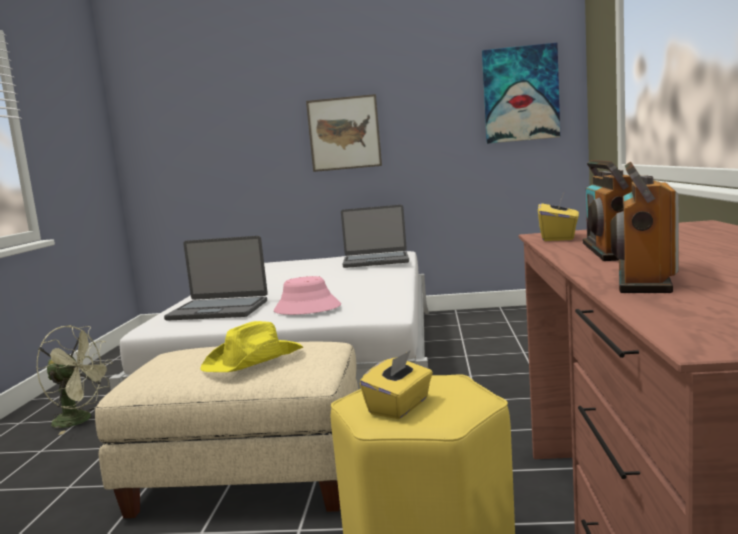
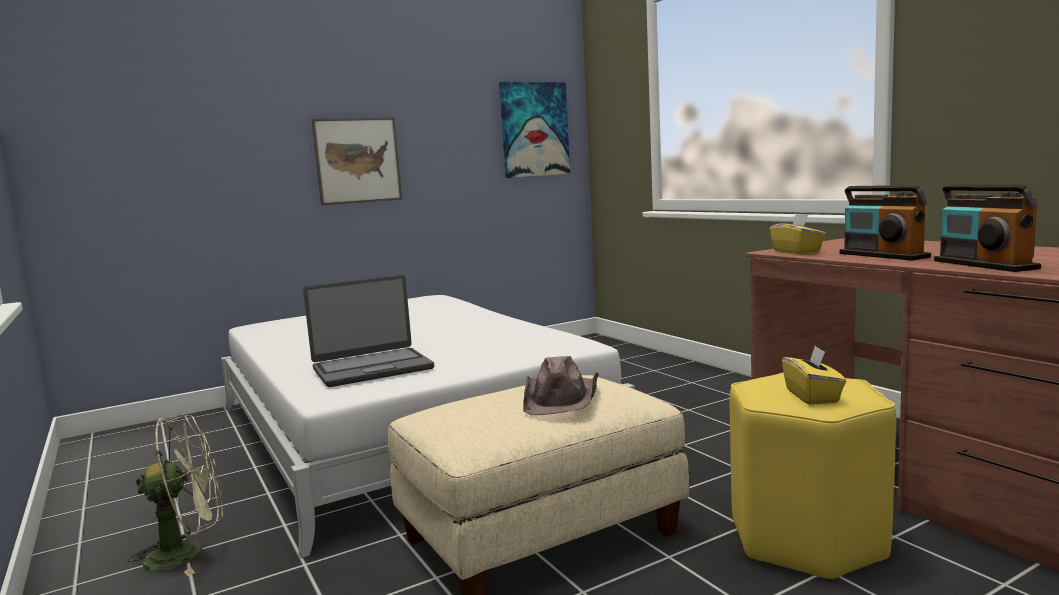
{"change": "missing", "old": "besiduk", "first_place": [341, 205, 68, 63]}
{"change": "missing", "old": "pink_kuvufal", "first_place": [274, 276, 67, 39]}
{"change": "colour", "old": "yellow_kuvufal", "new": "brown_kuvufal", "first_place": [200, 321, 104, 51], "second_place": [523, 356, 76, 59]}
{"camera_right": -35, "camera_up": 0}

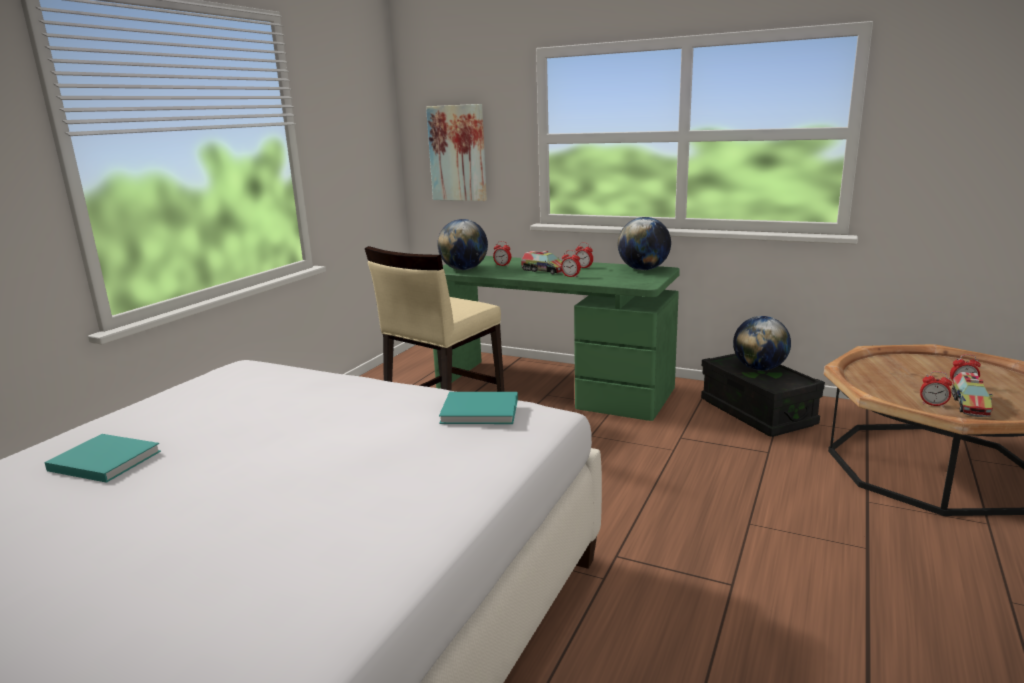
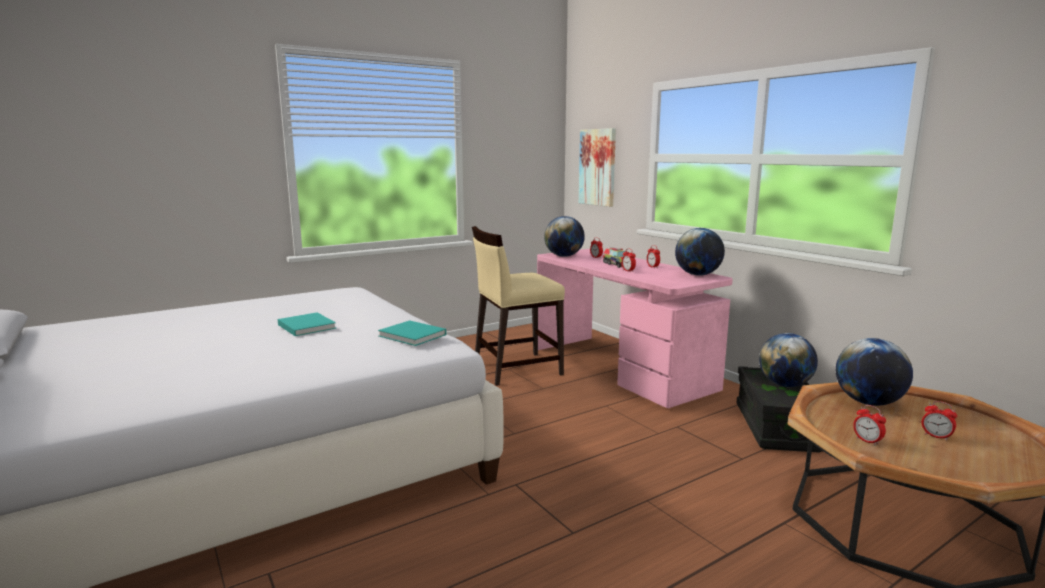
{"change": "colour", "old": "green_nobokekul", "new": "pink_nobokekul", "first_place": [433, 256, 247, 165], "second_place": [537, 249, 196, 159]}
{"change": "missing", "old": "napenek", "first_place": [952, 372, 41, 45]}
{"change": "relocated", "old": "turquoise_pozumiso", "first_place": [44, 434, 117, 49], "second_place": [278, 313, 58, 23]}
{"change": "appeared", "new": "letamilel", "second_place": [836, 338, 77, 68]}
{"camera_right": 30, "camera_up": -5}

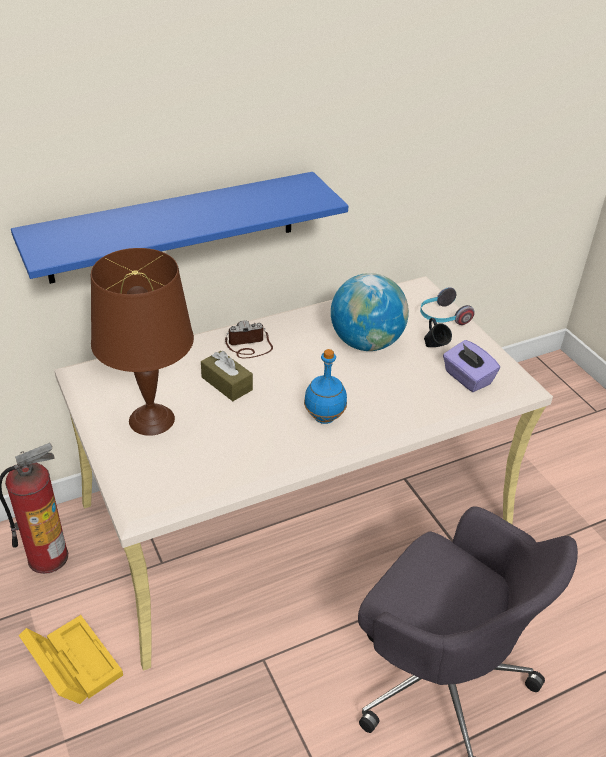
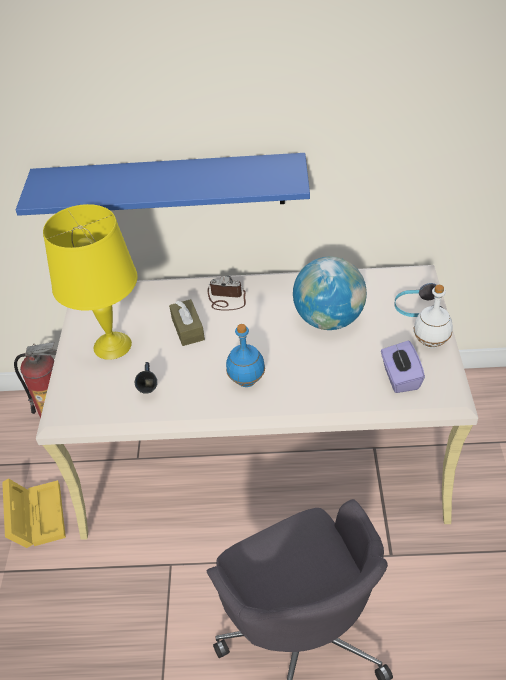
{"change": "colour", "old": "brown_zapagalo", "new": "yellow_zapagalo", "first_place": [91, 248, 103, 188], "second_place": [43, 204, 94, 156]}
{"change": "relocated", "old": "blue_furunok", "first_place": [424, 318, 28, 29], "second_place": [135, 362, 22, 32]}
{"change": "appeared", "new": "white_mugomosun", "second_place": [414, 285, 39, 63]}
{"camera_right": 30, "camera_up": 5}

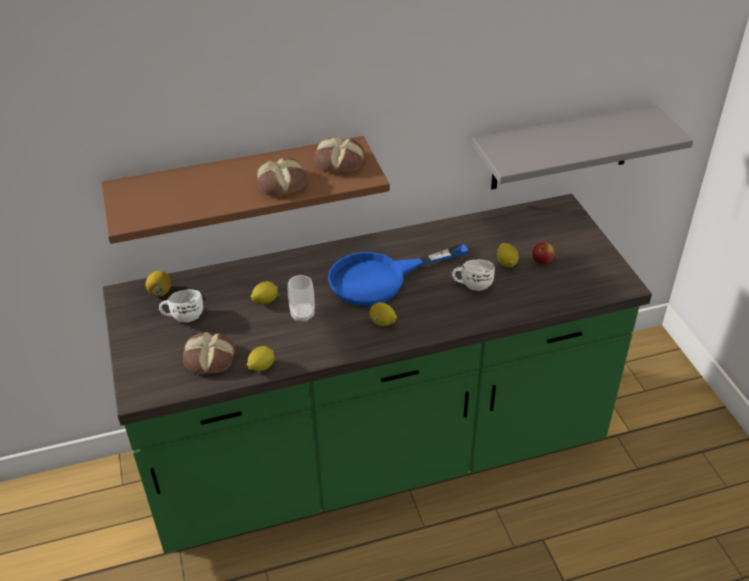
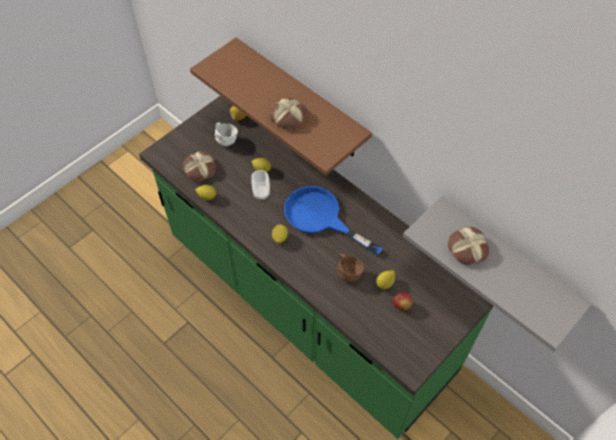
{"change": "relocated", "old": "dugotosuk", "first_place": [315, 136, 50, 36], "second_place": [448, 227, 41, 38]}
{"change": "colour", "old": "white_furunok", "new": "brown_furunok", "first_place": [452, 259, 43, 32], "second_place": [337, 253, 27, 30]}
{"camera_right": 60, "camera_up": 15}

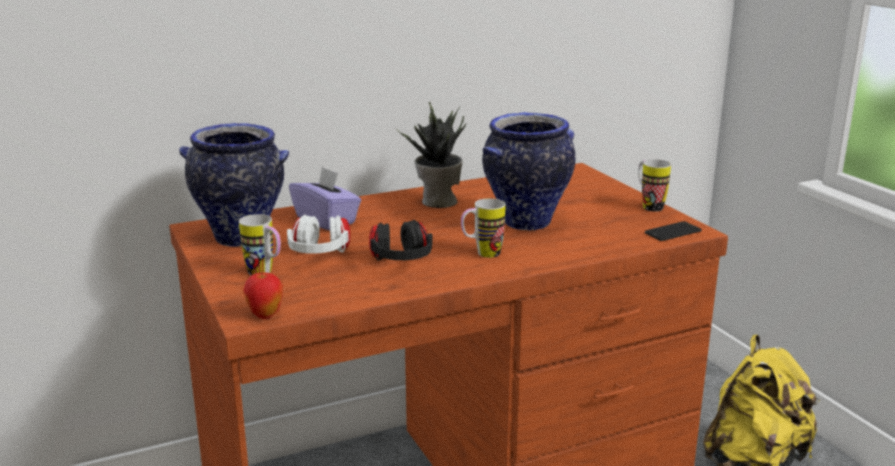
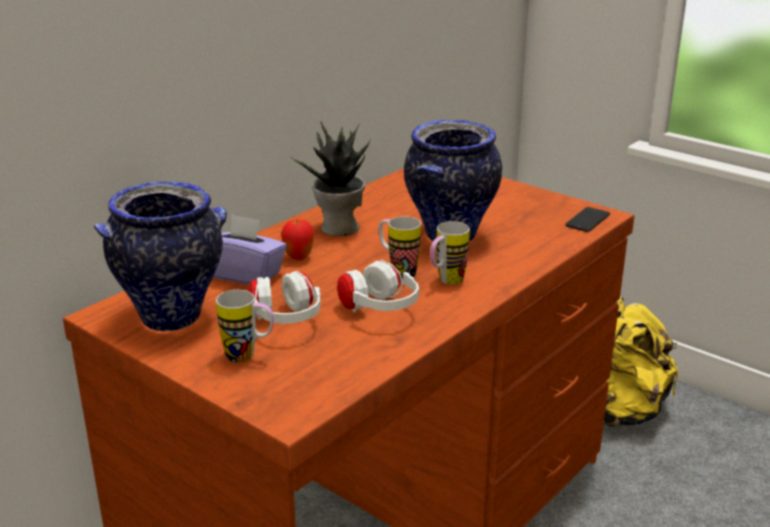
{"change": "relocated", "old": "furunok", "first_place": [638, 159, 33, 53], "second_place": [379, 216, 42, 63]}
{"change": "colour", "old": "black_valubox", "new": "white_valubox", "first_place": [369, 220, 64, 41], "second_place": [337, 260, 82, 52]}
{"change": "relocated", "old": "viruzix", "first_place": [243, 272, 40, 47], "second_place": [281, 219, 33, 41]}
{"camera_right": -25, "camera_up": 5}

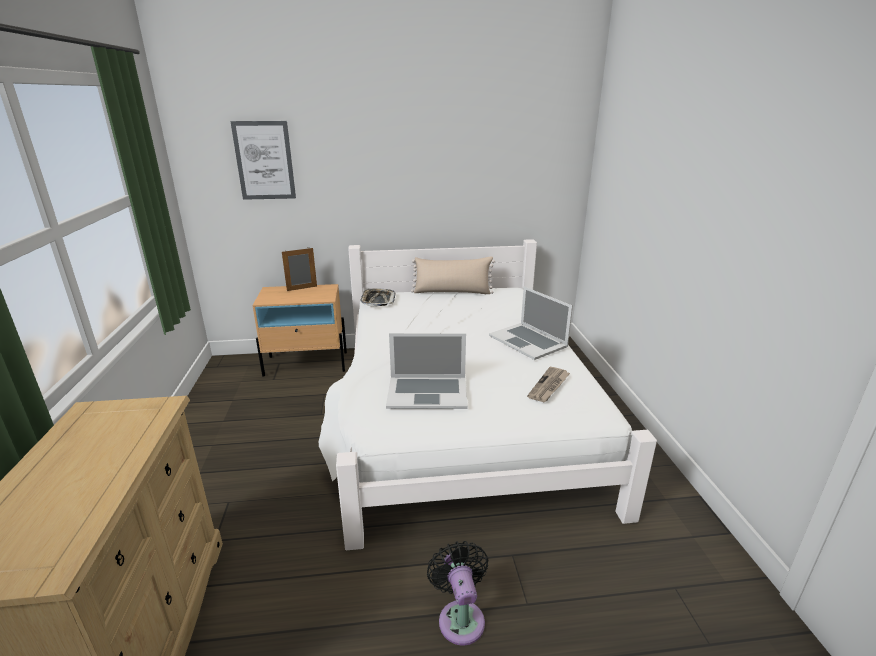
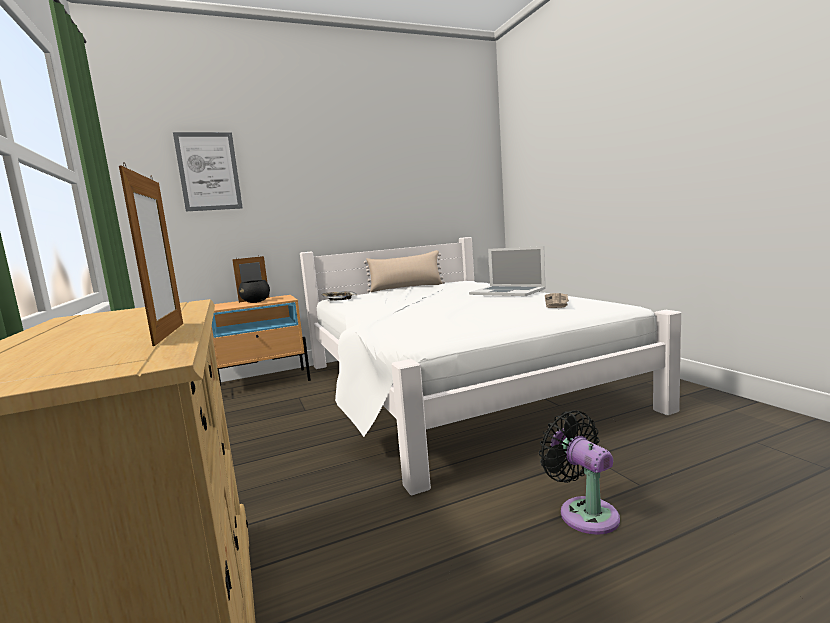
{"change": "missing", "old": "besiduk", "first_place": [386, 333, 82, 76]}
{"change": "appeared", "new": "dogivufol", "second_place": [119, 162, 64, 184]}
{"change": "appeared", "new": "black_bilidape", "second_place": [238, 280, 32, 23]}
{"camera_right": -15, "camera_up": -15}

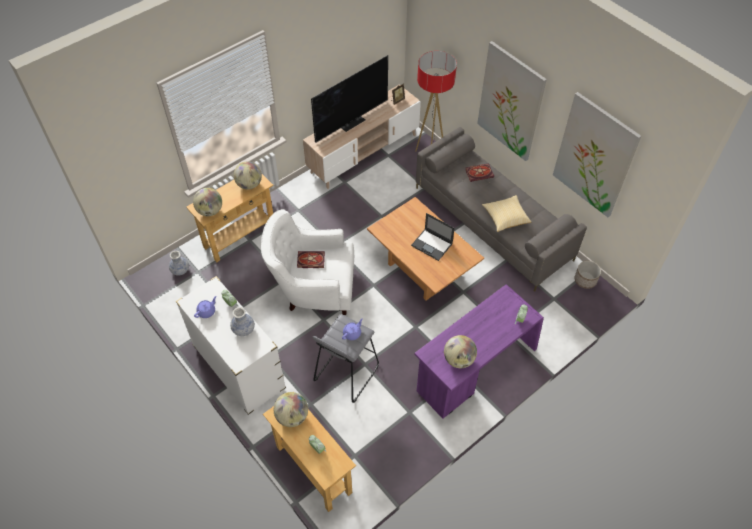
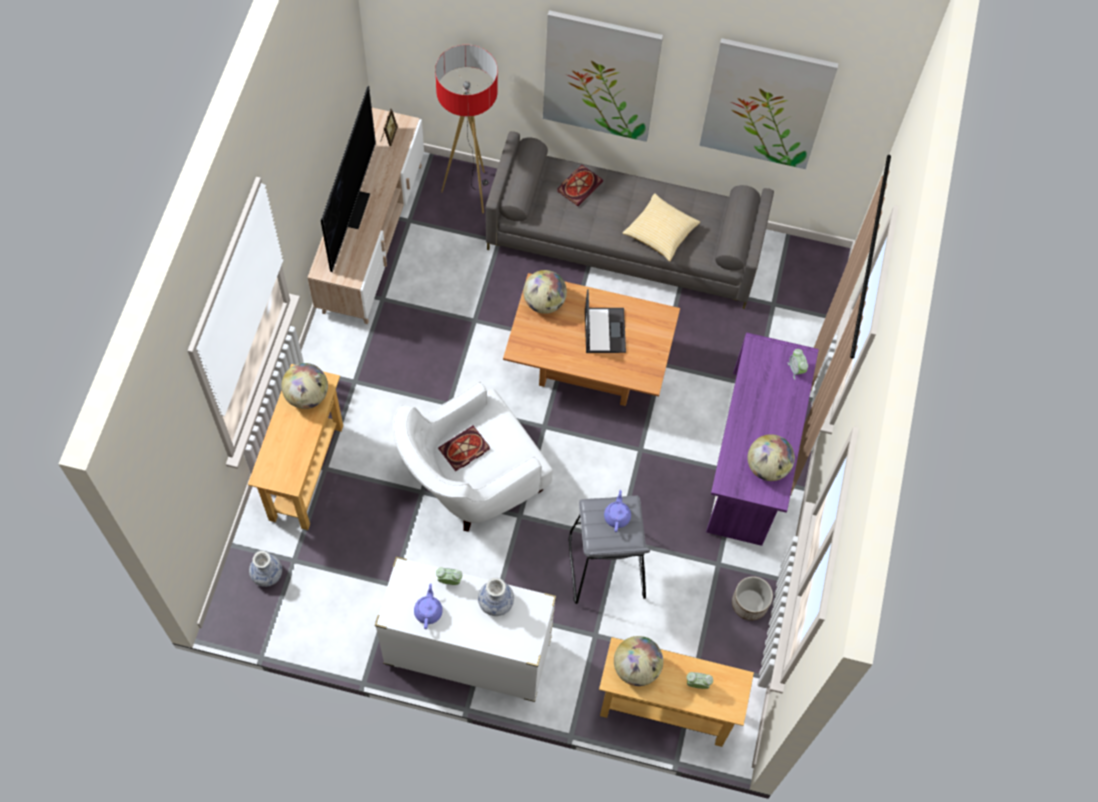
{"change": "relocated", "old": "letamilel", "first_place": [193, 188, 29, 28], "second_place": [523, 270, 44, 44]}
{"change": "spun", "old": "besiduk", "first_place": [411, 213, 44, 48], "second_place": [585, 289, 41, 64], "degrees": -90}
{"change": "relocated", "old": "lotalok", "first_place": [575, 261, 26, 28], "second_place": [732, 576, 41, 45]}
{"camera_right": -40, "camera_up": 10}

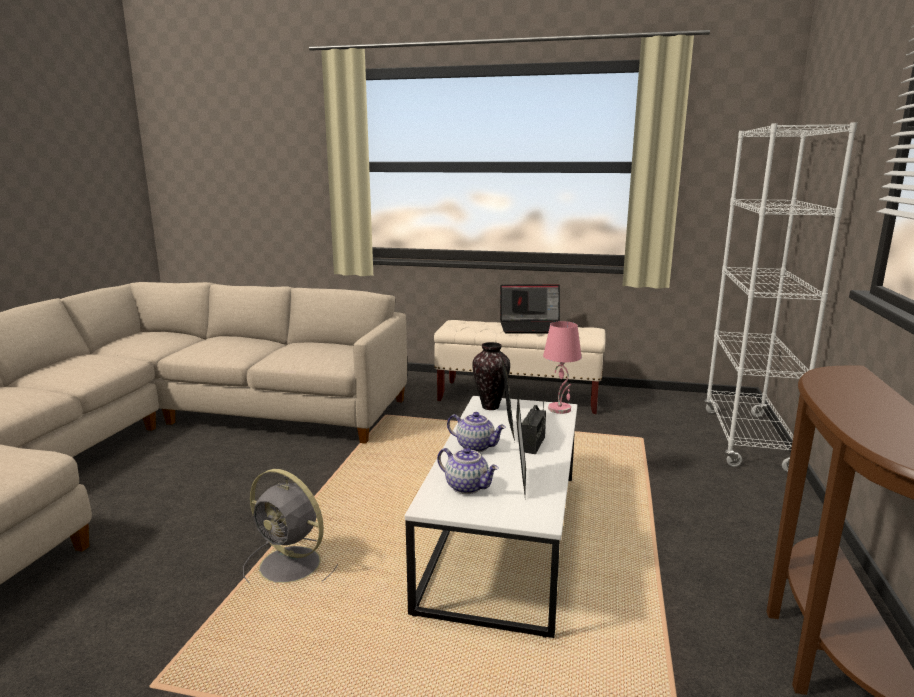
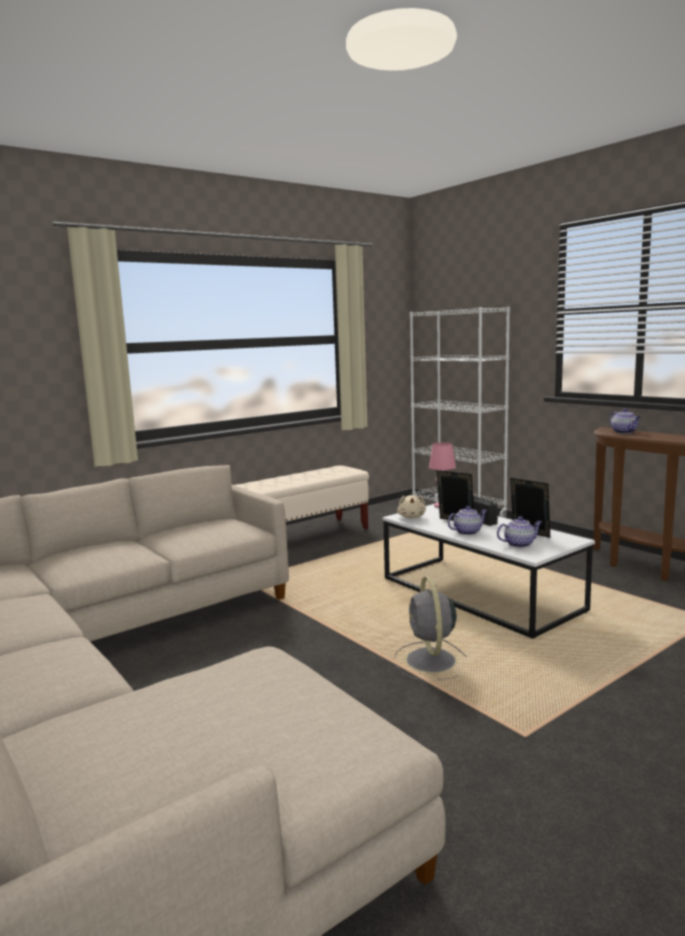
{"change": "missing", "old": "besiduk", "first_place": [500, 284, 60, 50]}
{"change": "exchanged", "old": "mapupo", "new": "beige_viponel", "first_place": [472, 342, 38, 68], "second_place": [397, 495, 29, 24]}
{"change": "spun", "old": "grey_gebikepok", "first_place": [243, 469, 95, 115], "second_place": [395, 576, 72, 105], "degrees": 105}
{"change": "appeared", "new": "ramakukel", "second_place": [610, 408, 31, 26]}
{"camera_right": -50, "camera_up": -5}

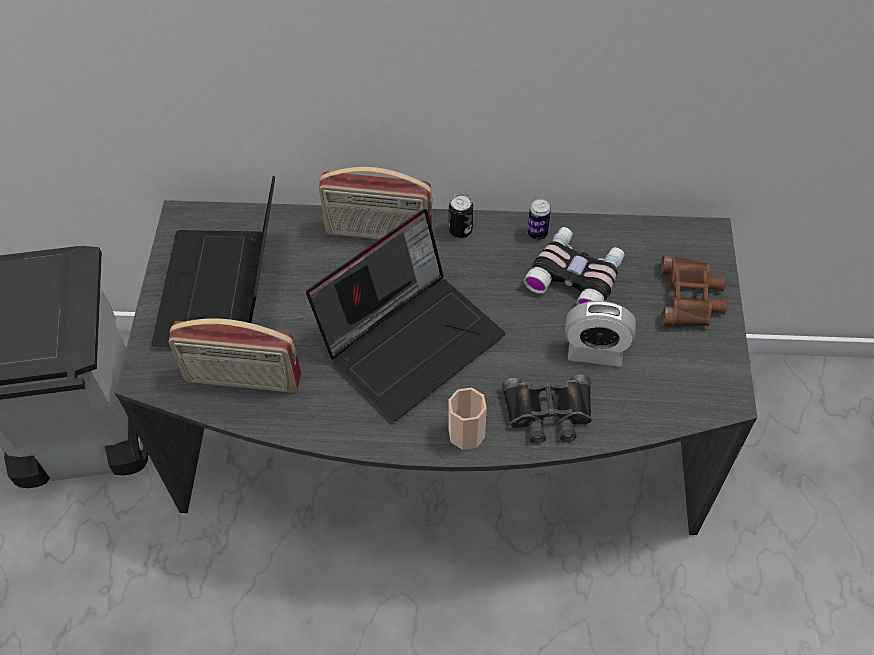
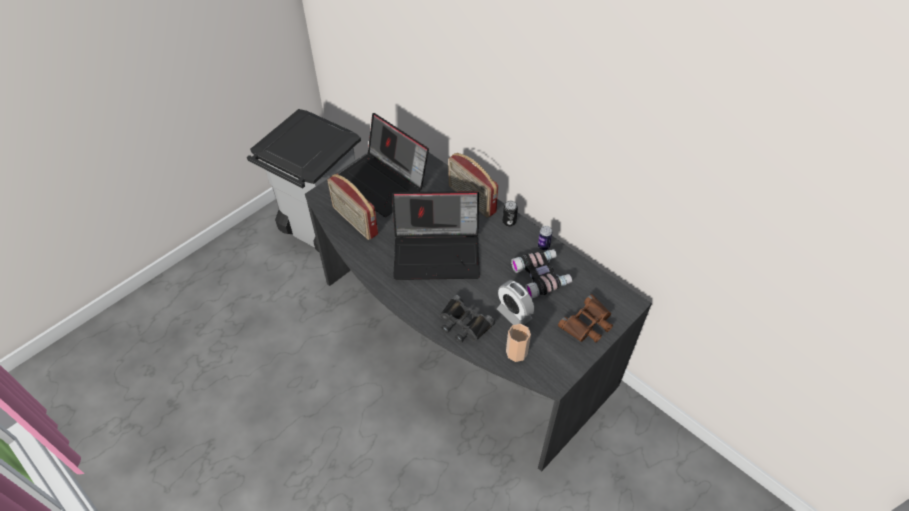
{"change": "spun", "old": "besiduk", "first_place": [151, 176, 124, 171], "second_place": [339, 113, 90, 104], "degrees": -90}
{"change": "relocated", "old": "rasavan", "first_place": [448, 388, 39, 62], "second_place": [506, 324, 25, 38]}
{"camera_right": 40, "camera_up": -5}

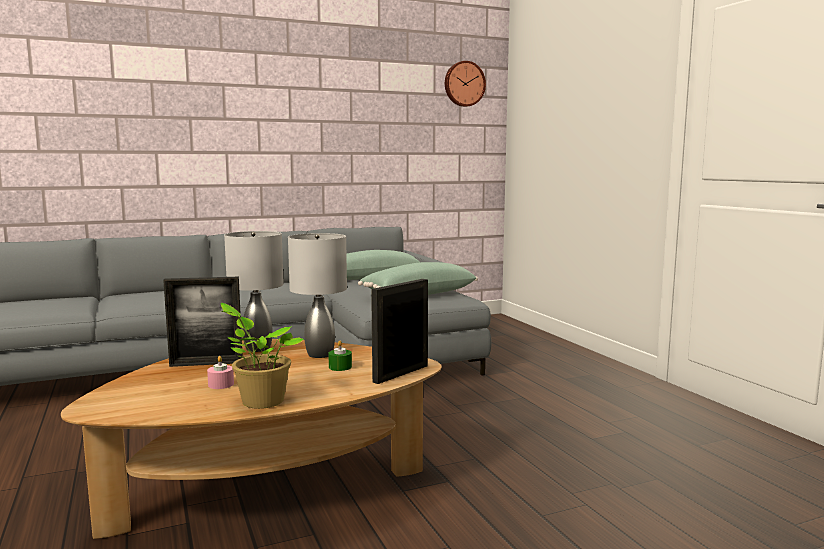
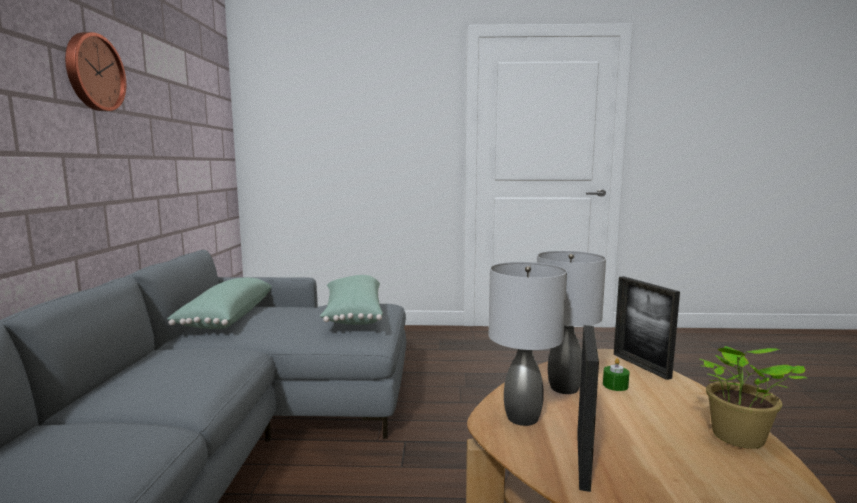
{"change": "relocated", "old": "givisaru", "first_place": [445, 61, 41, 46], "second_place": [65, 32, 61, 79]}
{"change": "missing", "old": "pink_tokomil", "first_place": [207, 356, 27, 33]}
{"camera_right": -65, "camera_up": 0}

